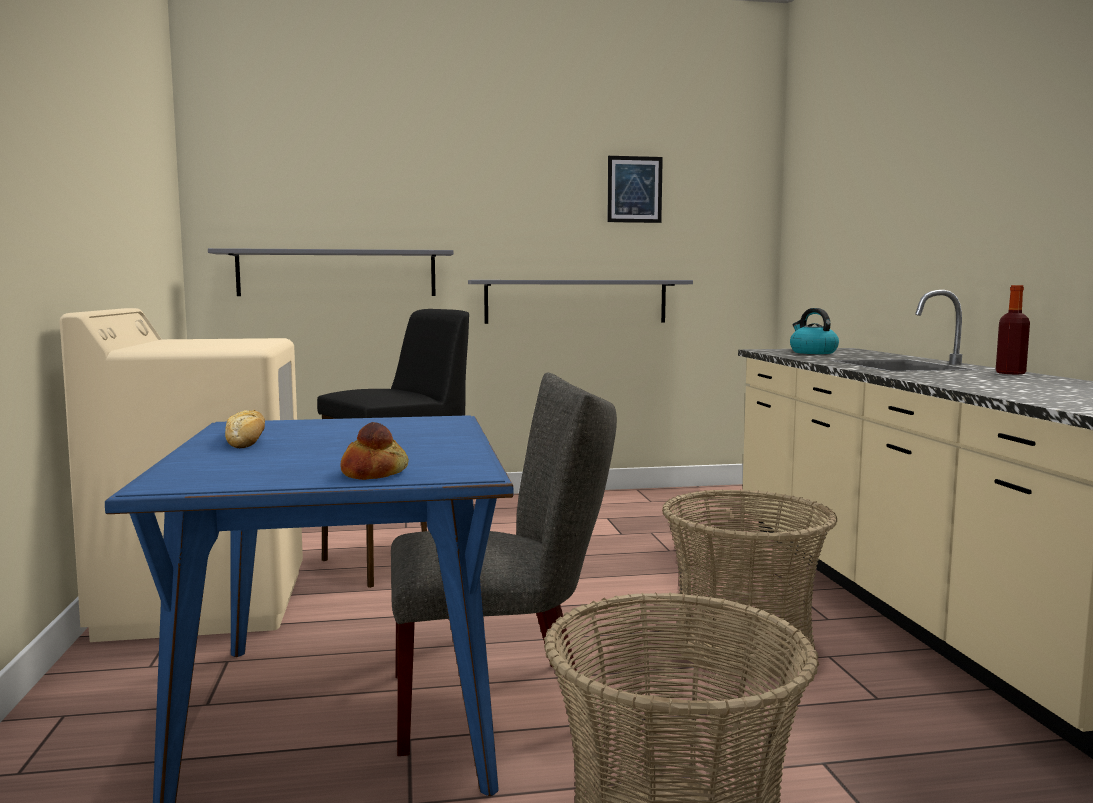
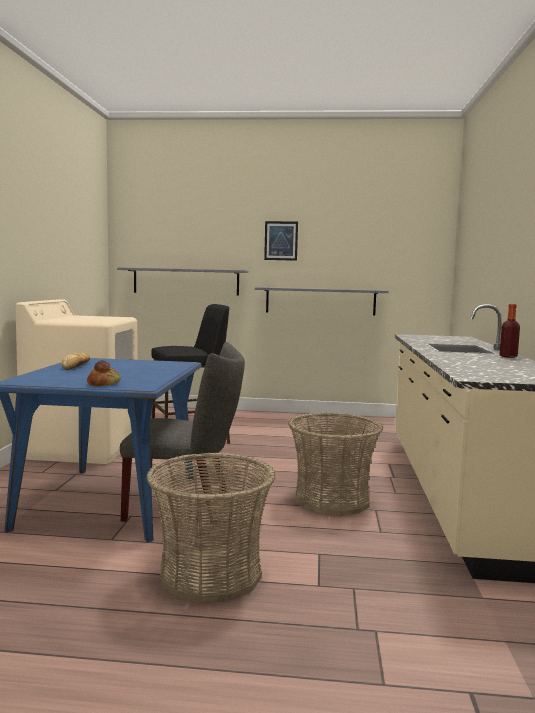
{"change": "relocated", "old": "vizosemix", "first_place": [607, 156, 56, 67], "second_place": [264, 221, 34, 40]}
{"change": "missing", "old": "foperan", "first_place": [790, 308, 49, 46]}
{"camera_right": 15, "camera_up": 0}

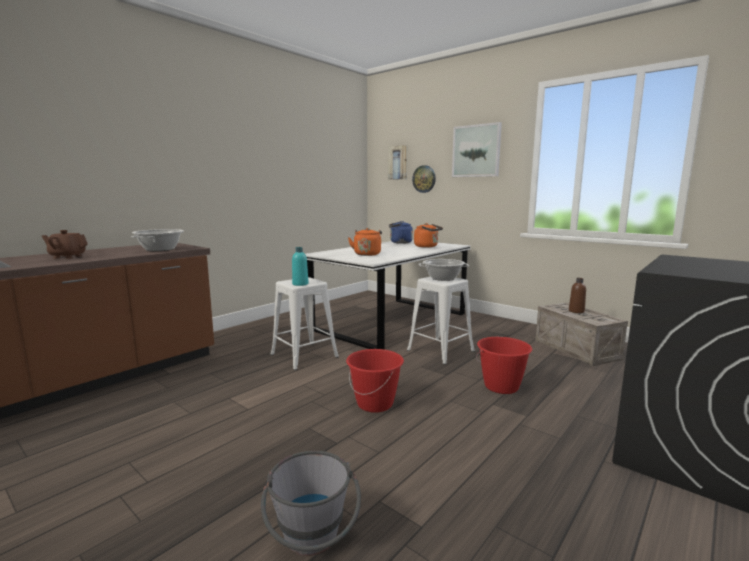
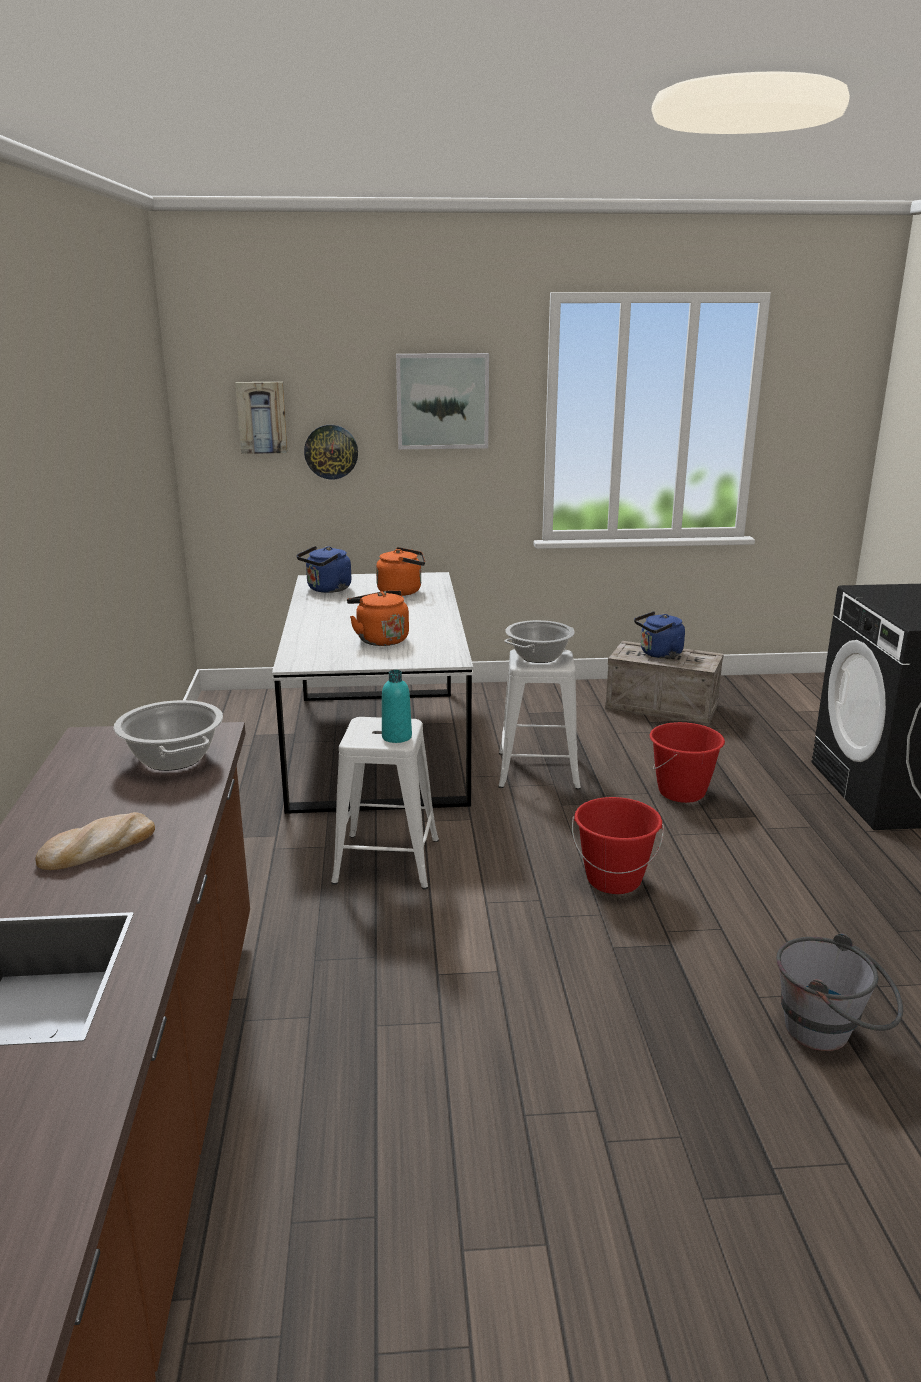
{"change": "exchanged", "old": "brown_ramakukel", "new": "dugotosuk", "first_place": [42, 230, 45, 29], "second_place": [36, 812, 119, 58]}
{"change": "exchanged", "old": "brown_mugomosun", "new": "blue_foperan", "first_place": [569, 278, 17, 35], "second_place": [634, 611, 51, 47]}
{"camera_right": -45, "camera_up": 10}

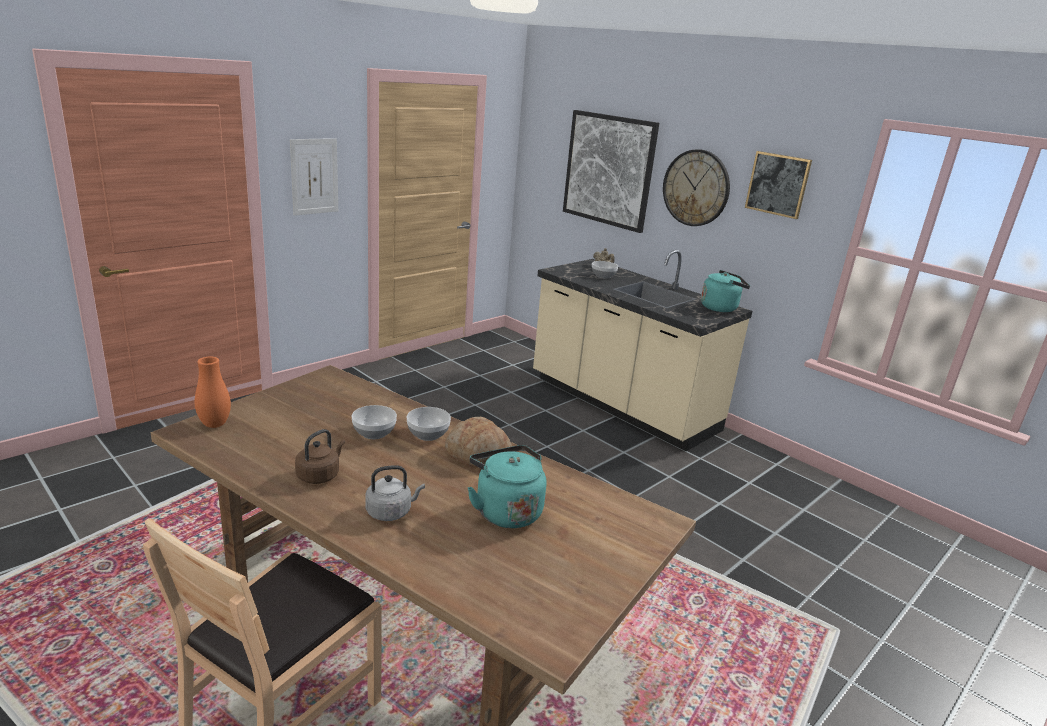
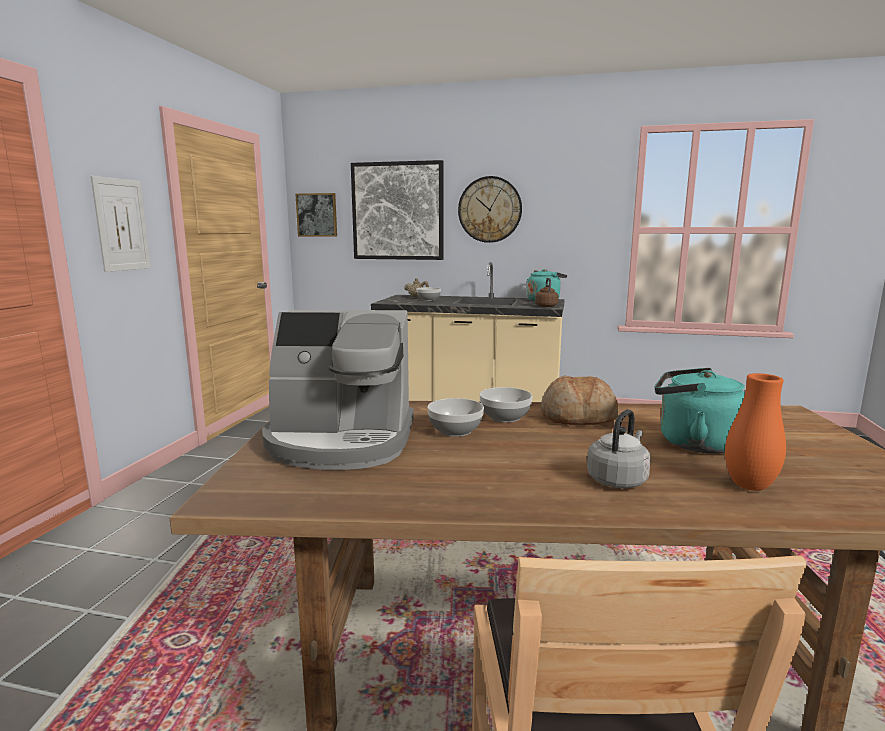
{"change": "relocated", "old": "vizosemix", "first_place": [745, 151, 67, 68], "second_place": [295, 193, 42, 44]}
{"change": "relocated", "old": "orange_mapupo", "first_place": [195, 357, 36, 71], "second_place": [725, 373, 61, 118]}
{"change": "relocated", "old": "brown_foperan", "first_place": [295, 429, 50, 55], "second_place": [535, 278, 23, 29]}
{"change": "appeared", "new": "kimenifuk", "second_place": [262, 310, 152, 160]}
{"camera_right": -30, "camera_up": -10}

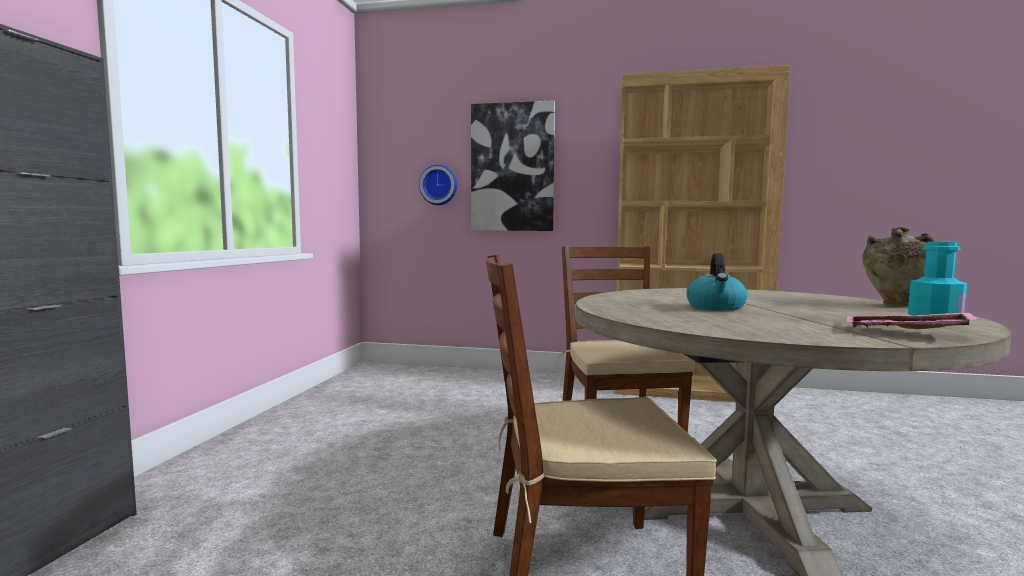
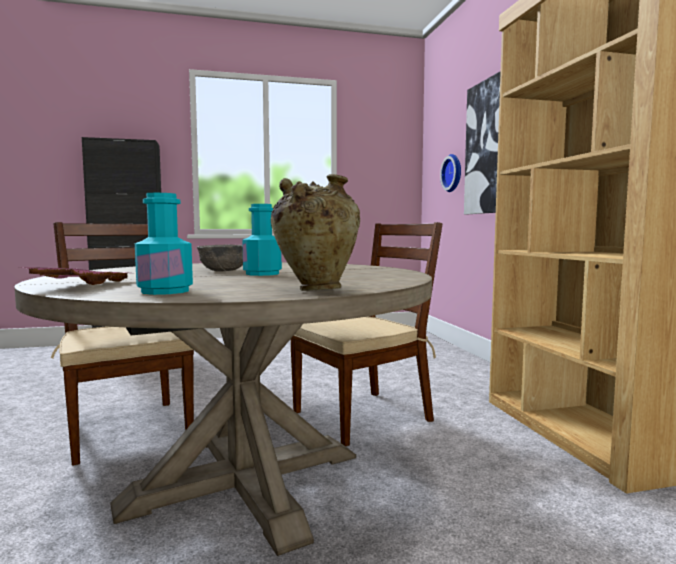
{"change": "exchanged", "old": "foperan", "new": "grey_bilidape", "first_place": [686, 253, 62, 58], "second_place": [197, 245, 46, 26]}
{"change": "appeared", "new": "turquoise_mugomosun", "second_place": [242, 204, 40, 72]}
{"camera_right": 65, "camera_up": 0}

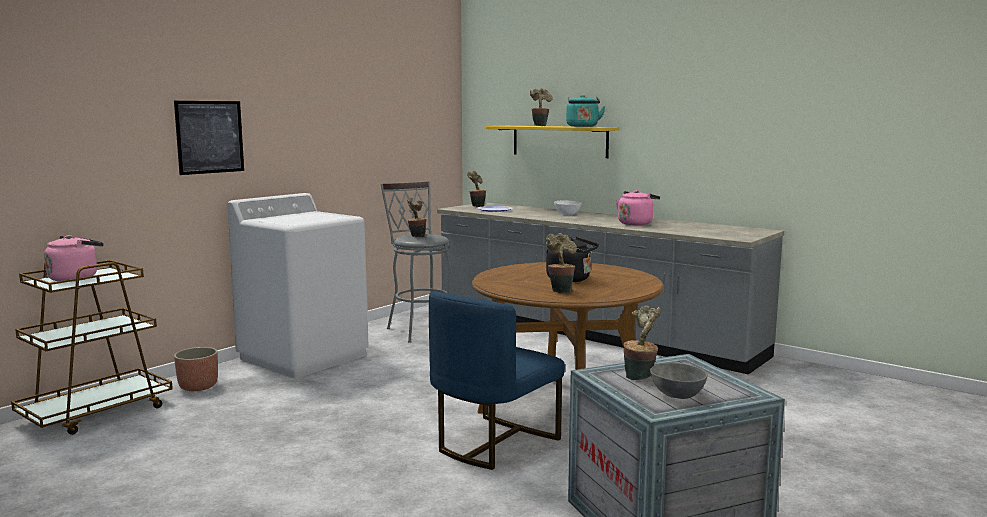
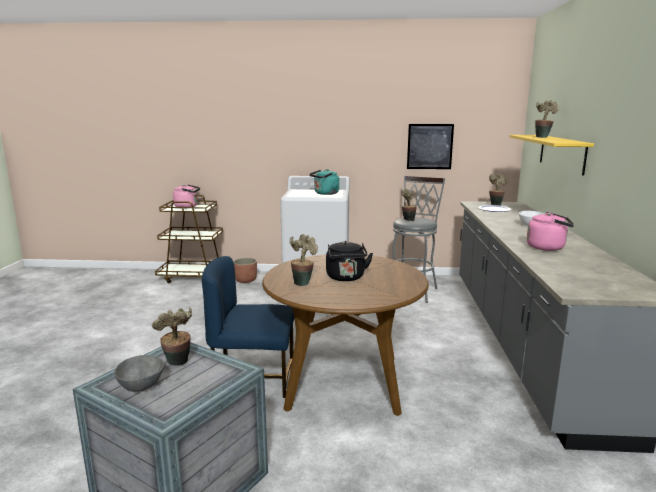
{"change": "relocated", "old": "turquoise_foperan", "first_place": [566, 95, 40, 32], "second_place": [309, 169, 30, 26]}
{"change": "relocated", "old": "vizosemix", "first_place": [174, 101, 70, 74], "second_place": [407, 124, 47, 45]}
{"camera_right": 55, "camera_up": 5}

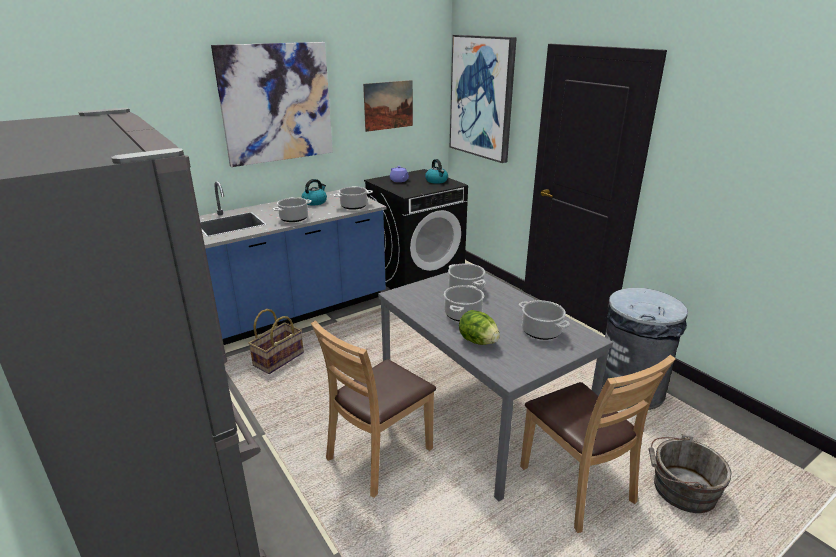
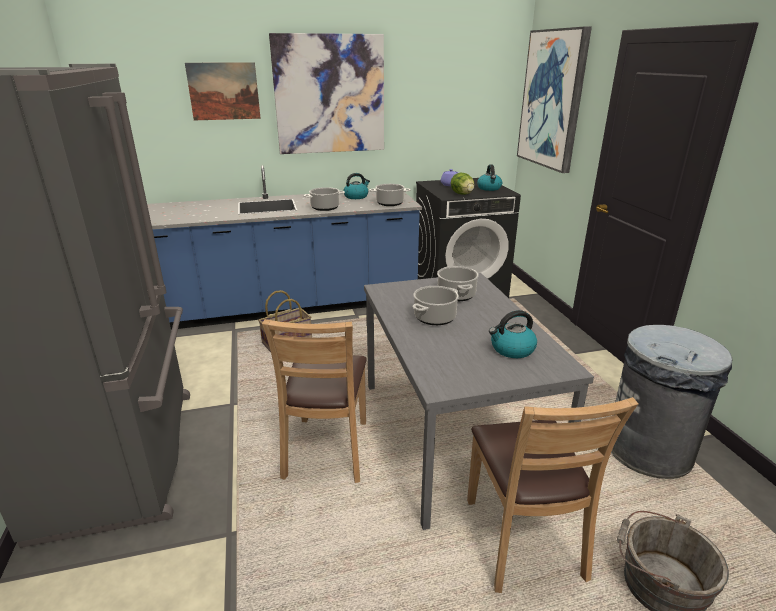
{"change": "relocated", "old": "vizosemix", "first_place": [363, 80, 50, 52], "second_place": [185, 62, 76, 58]}
{"change": "exchanged", "old": "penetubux", "new": "foperan", "first_place": [519, 300, 51, 40], "second_place": [489, 310, 48, 48]}
{"change": "relocated", "old": "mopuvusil", "first_place": [459, 310, 41, 35], "second_place": [451, 173, 23, 22]}
{"change": "spun", "old": "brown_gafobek", "first_place": [311, 320, 125, 178], "second_place": [262, 319, 105, 164], "degrees": -60}
{"camera_right": 20, "camera_up": 0}

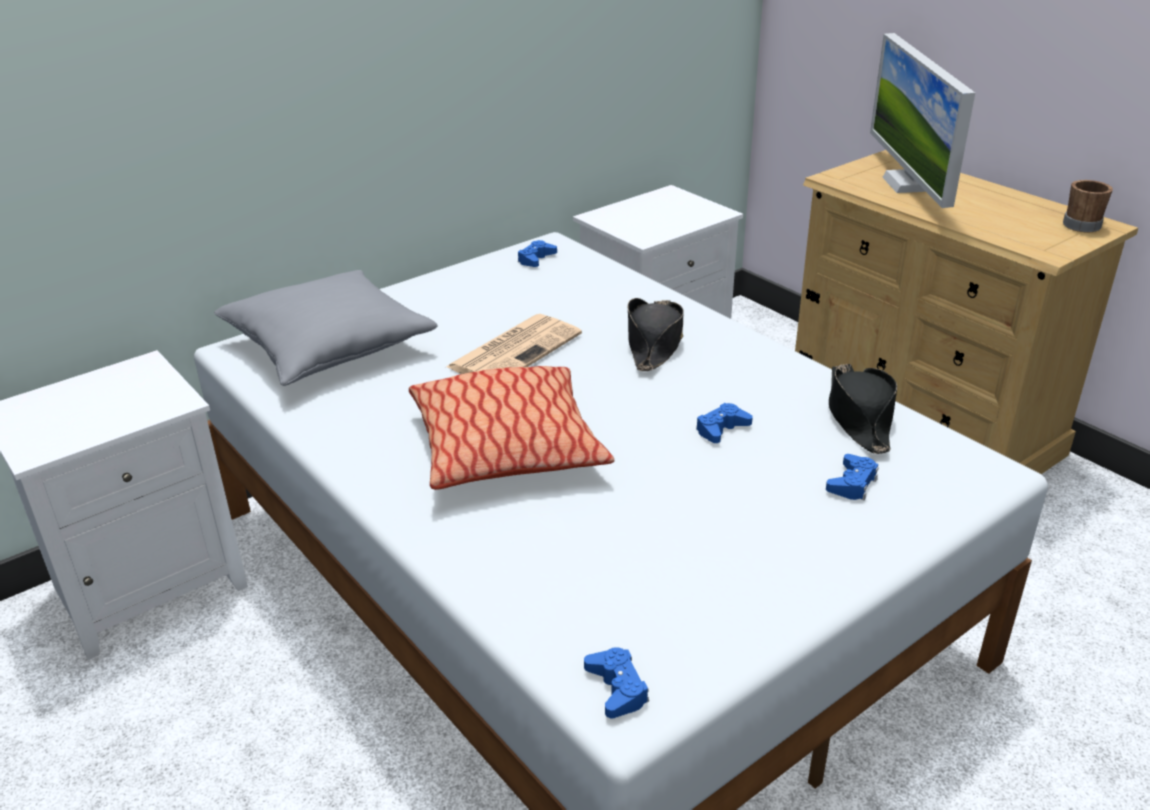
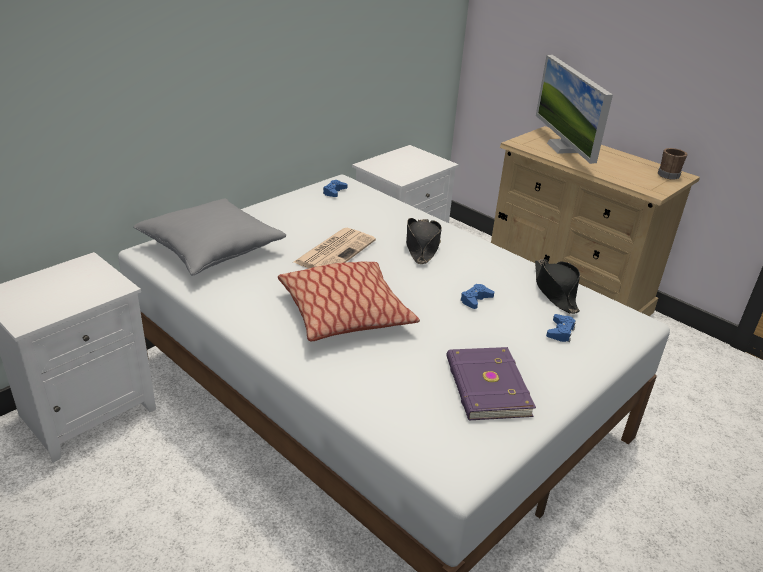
{"change": "missing", "old": "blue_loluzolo", "first_place": [584, 647, 65, 71]}
{"change": "appeared", "new": "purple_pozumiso", "second_place": [446, 347, 90, 73]}
{"camera_right": -10, "camera_up": 0}

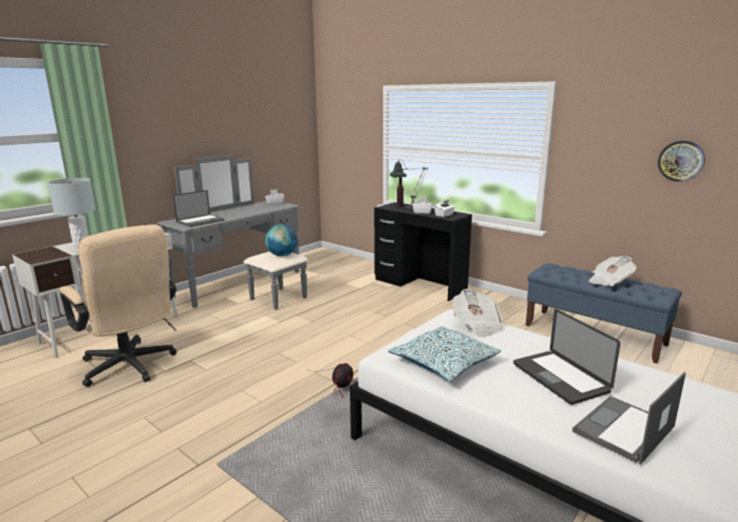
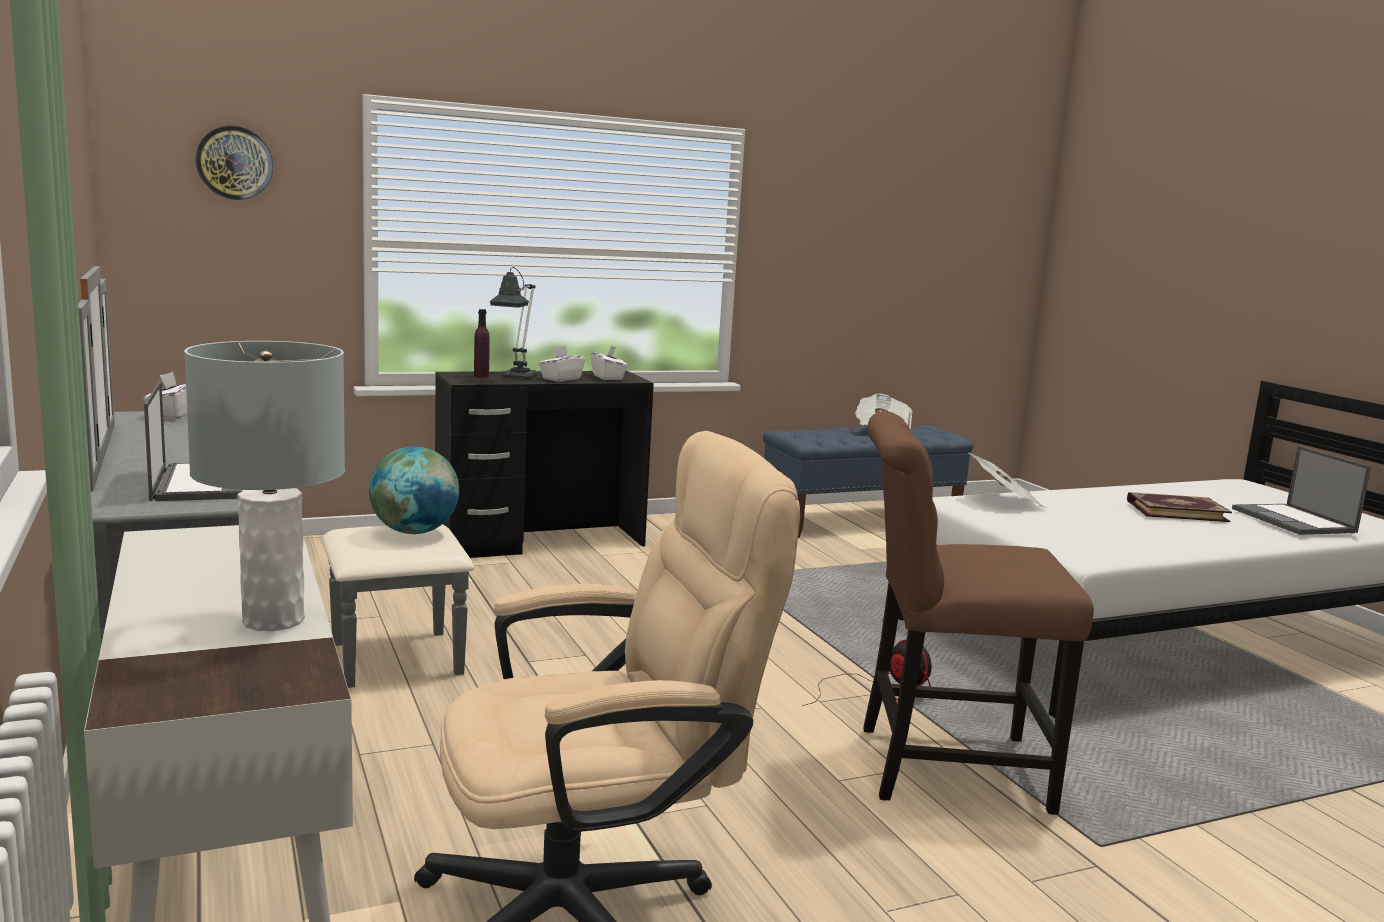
{"change": "relocated", "old": "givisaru", "first_place": [658, 140, 47, 42], "second_place": [195, 126, 78, 74]}
{"change": "exchanged", "old": "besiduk", "new": "pozumiso", "first_place": [513, 309, 108, 96], "second_place": [1127, 492, 105, 30]}
{"change": "missing", "old": "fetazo", "first_place": [388, 326, 113, 56]}
{"change": "appeared", "new": "brown_gafobek", "second_place": [863, 411, 231, 404]}
{"camera_right": -65, "camera_up": -5}

